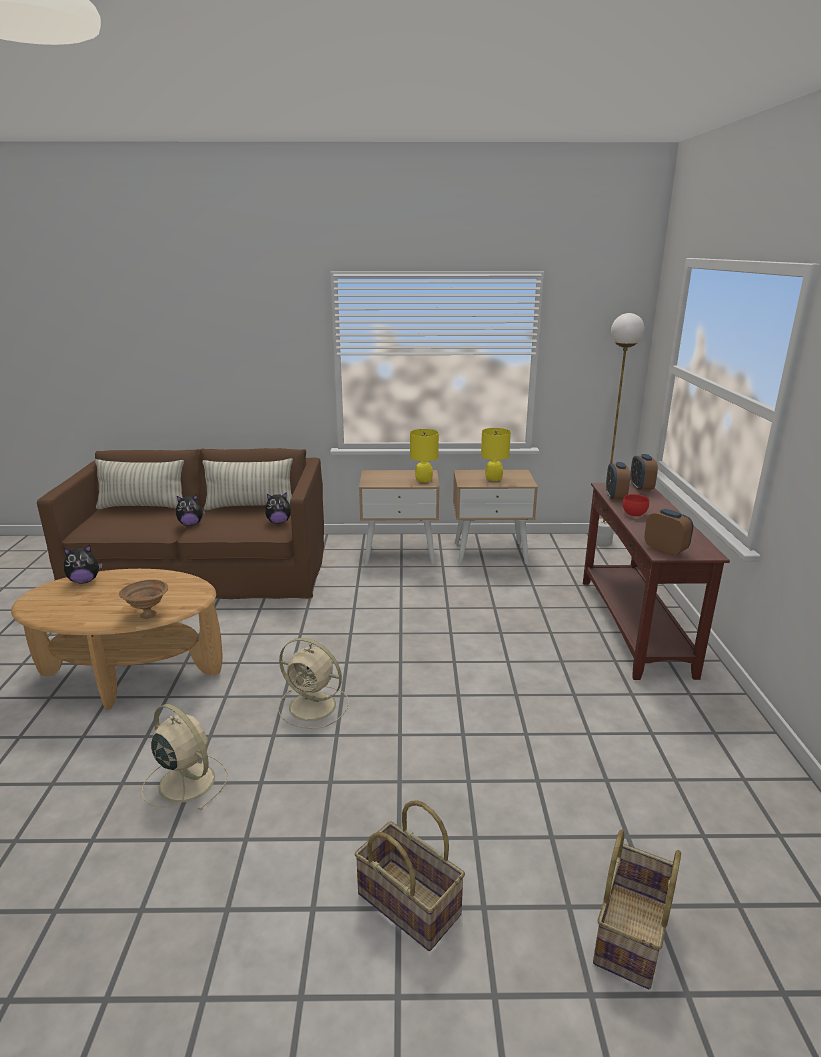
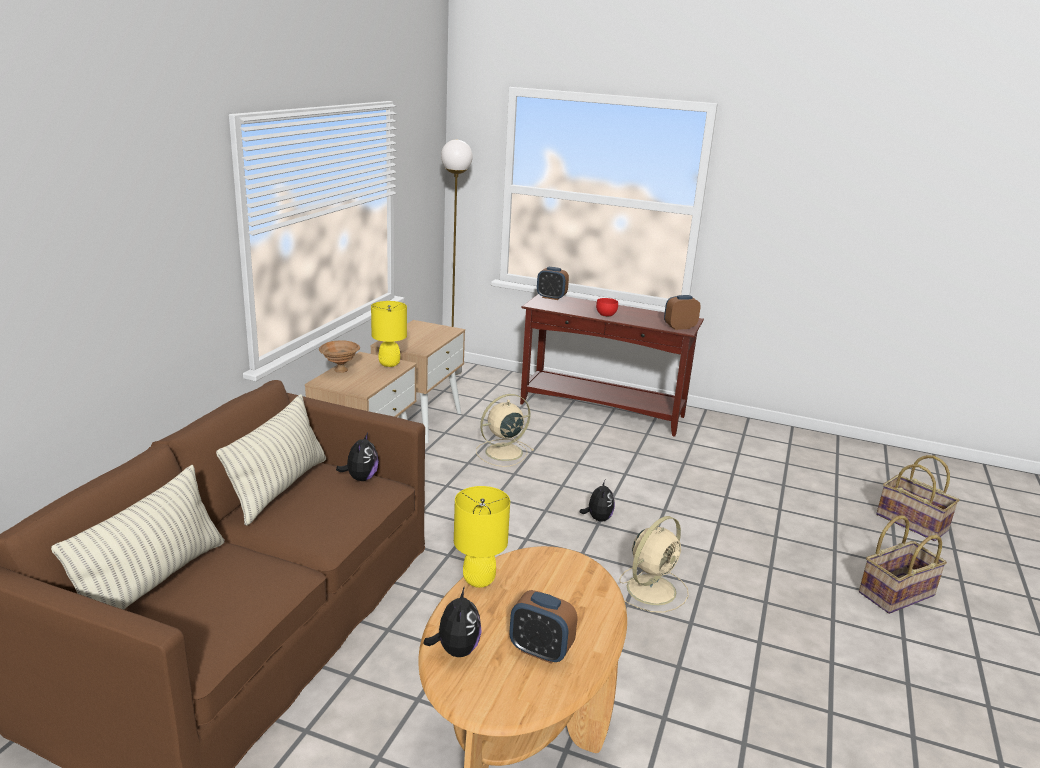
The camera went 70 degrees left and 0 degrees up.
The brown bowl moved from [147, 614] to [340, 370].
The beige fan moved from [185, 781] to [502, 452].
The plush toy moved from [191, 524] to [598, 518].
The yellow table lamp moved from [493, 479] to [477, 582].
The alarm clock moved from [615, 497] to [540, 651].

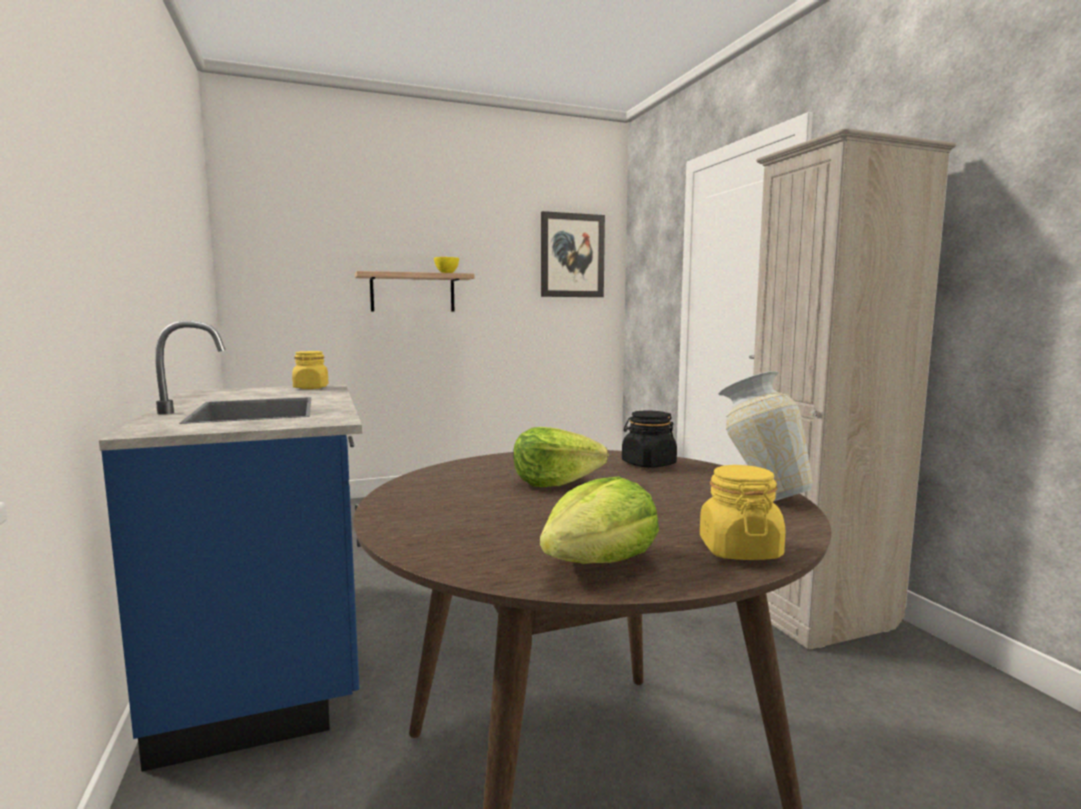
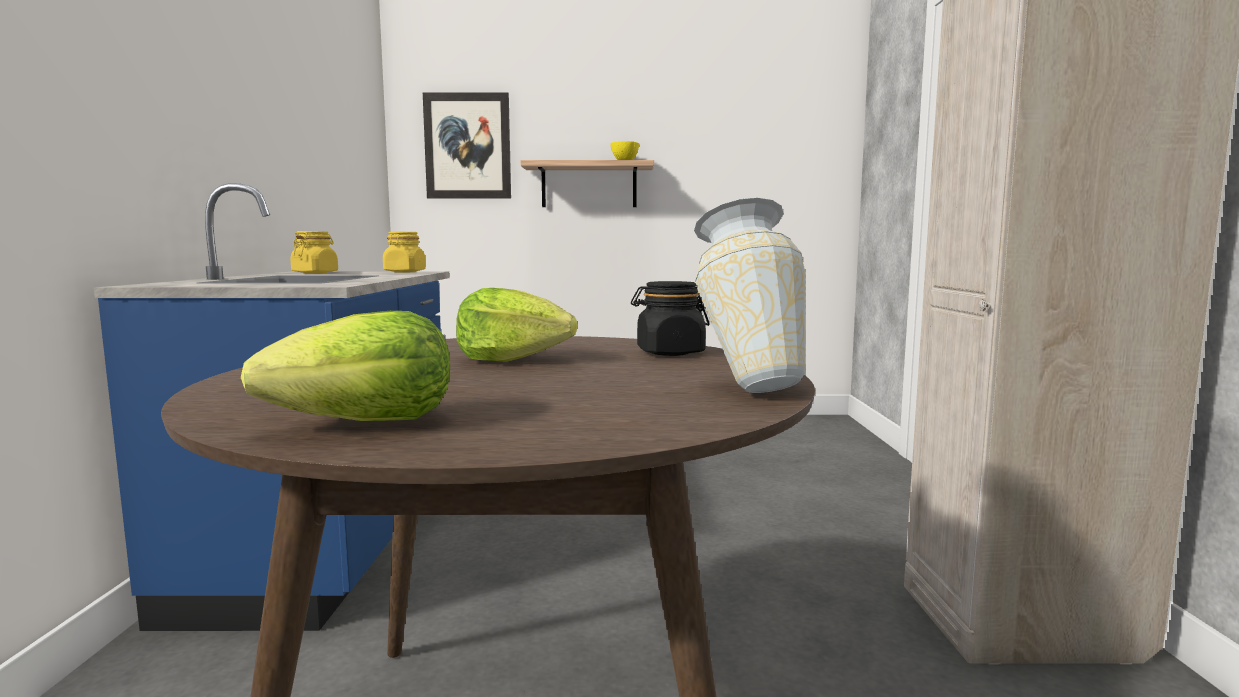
The camera went 20 degrees right and 0 degrees up.
The picture moved from [572, 255] to [468, 146].
The yellow jar moved from [739, 550] to [315, 273].

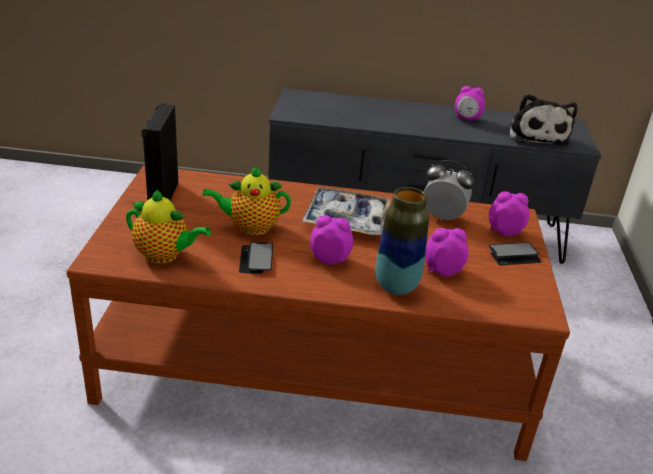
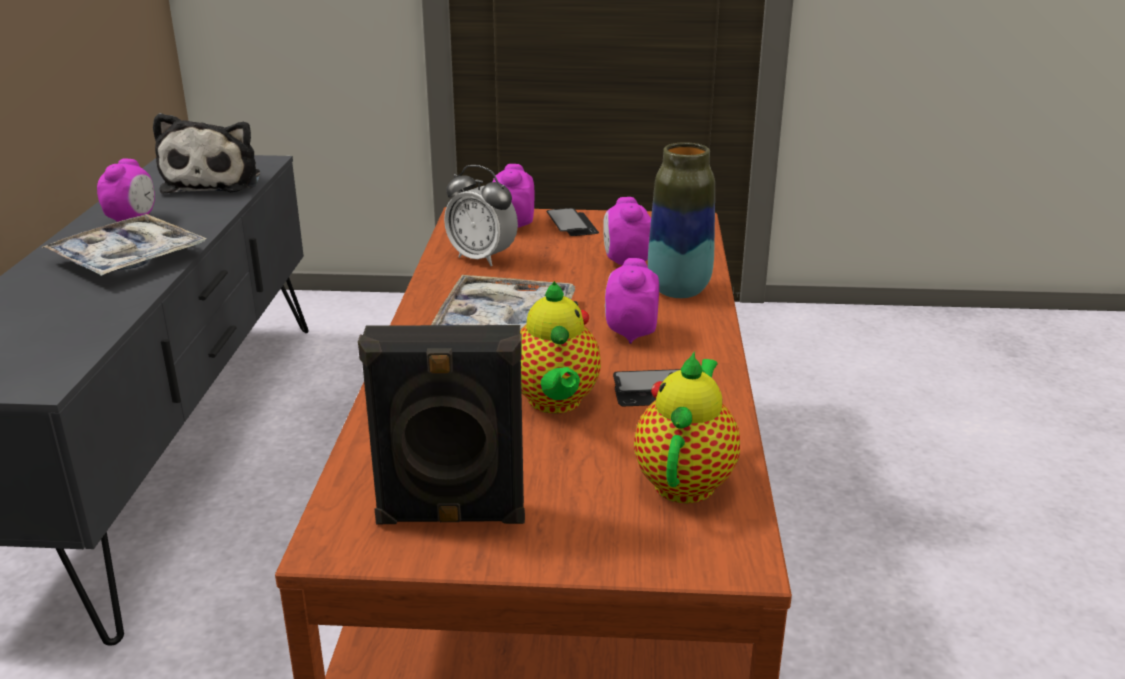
The camera went 90 degrees left and 5 degrees down.
The tray at [128, 259] appeared.
The alarm clock at [442, 217] turned 75 degrees counterclockwise.
The plush toy at [537, 135] turned 90 degrees clockwise.

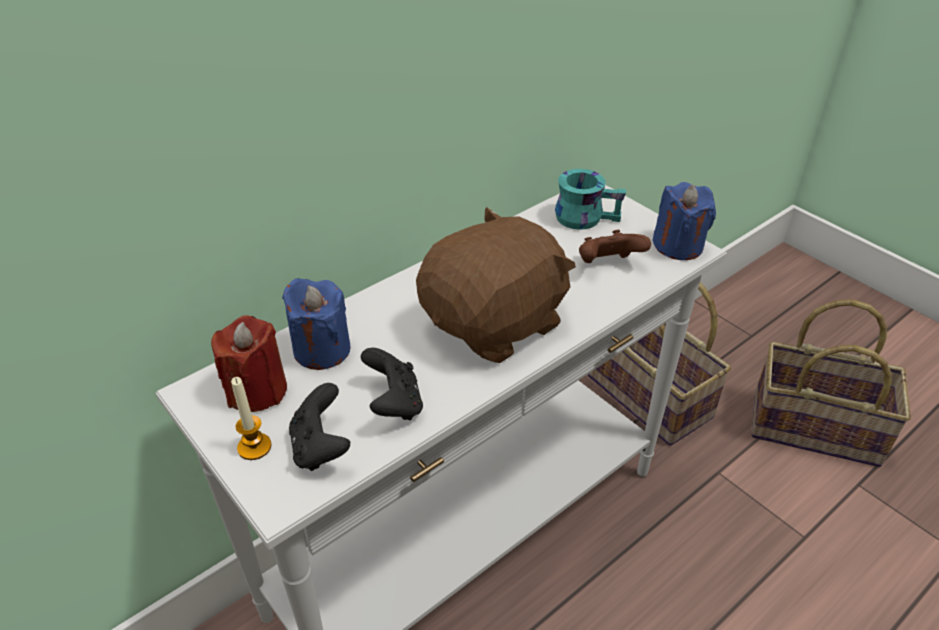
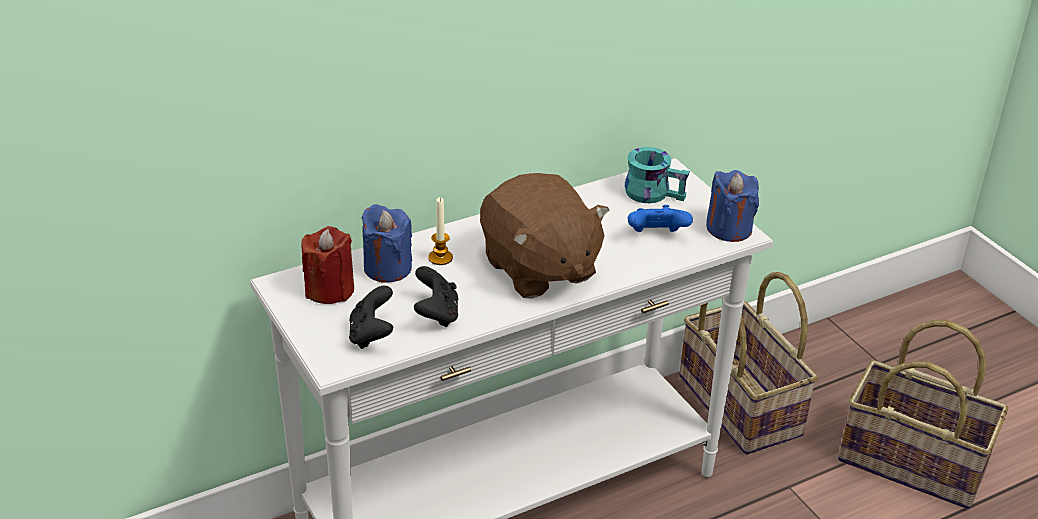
The camera went 10 degrees right and 5 degrees down.
The candle moved from [254, 447] to [440, 258].
The brown game controller at [608, 265] became the blue game controller at [656, 236].
The brown plush toy at [495, 324] turned 90 degrees clockwise.

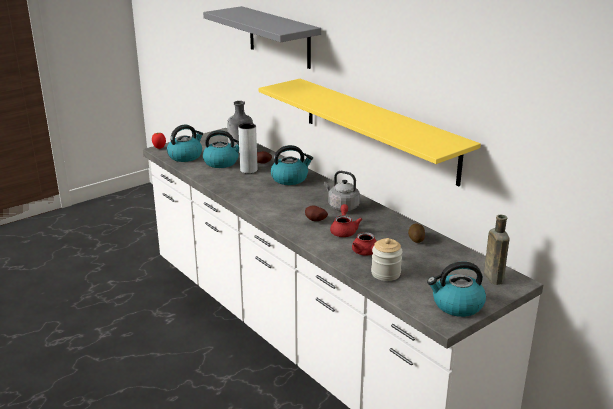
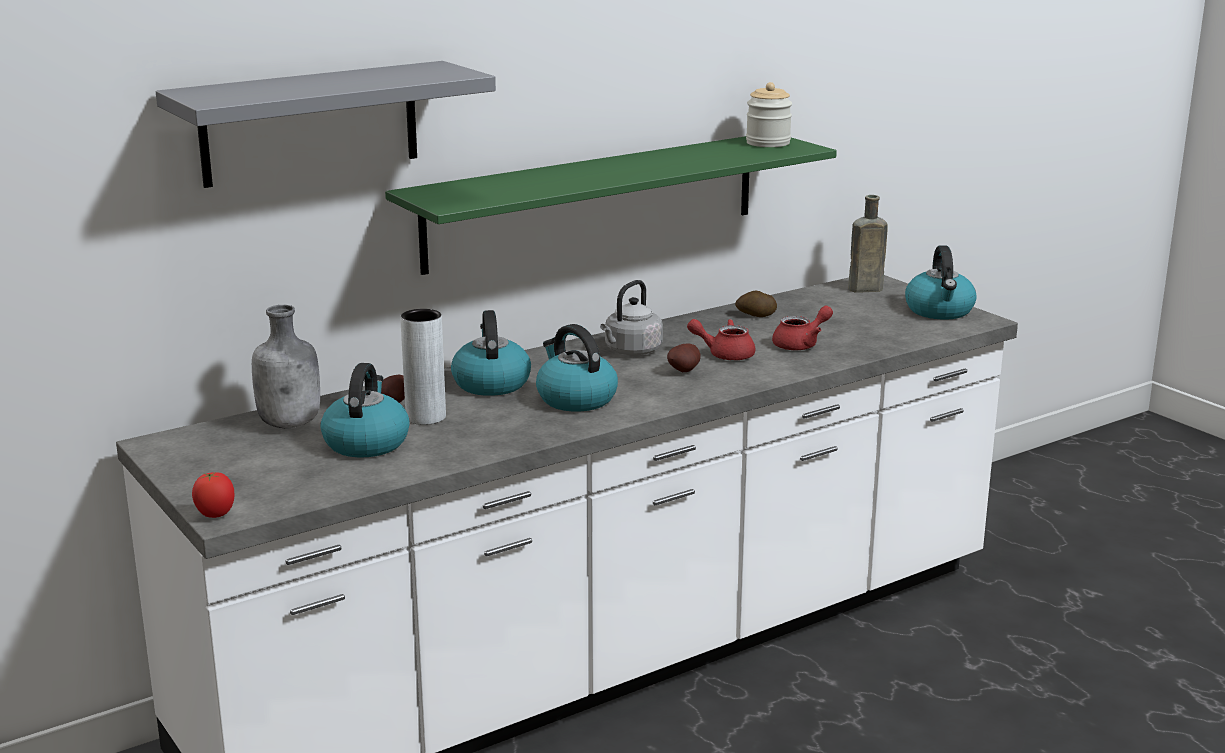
The camera went 85 degrees left and 5 degrees down.
The kettle moved from [185, 156] to [575, 399].
The jar moved from [385, 273] to [768, 143].
The yellow shelf at [378, 129] became the green shelf at [594, 200].

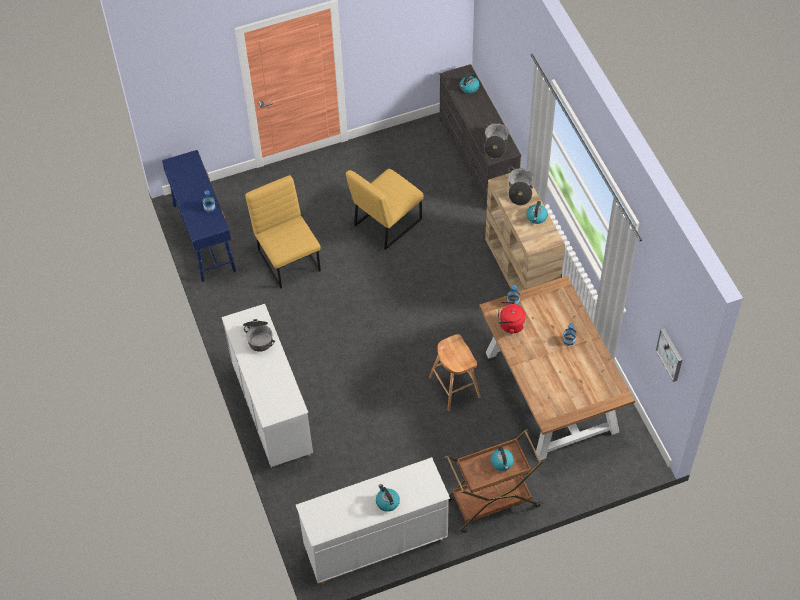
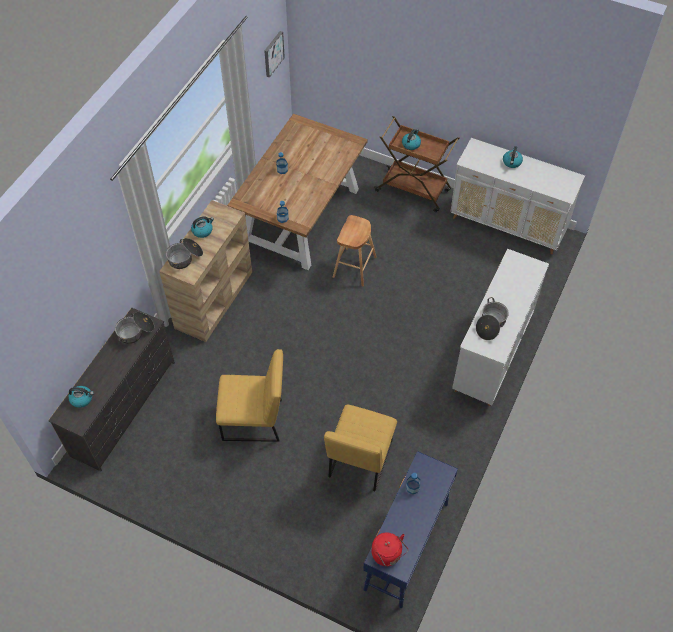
The camera went 135 degrees left and 0 degrees up.
The red kettle moved from [510, 325] to [388, 555].

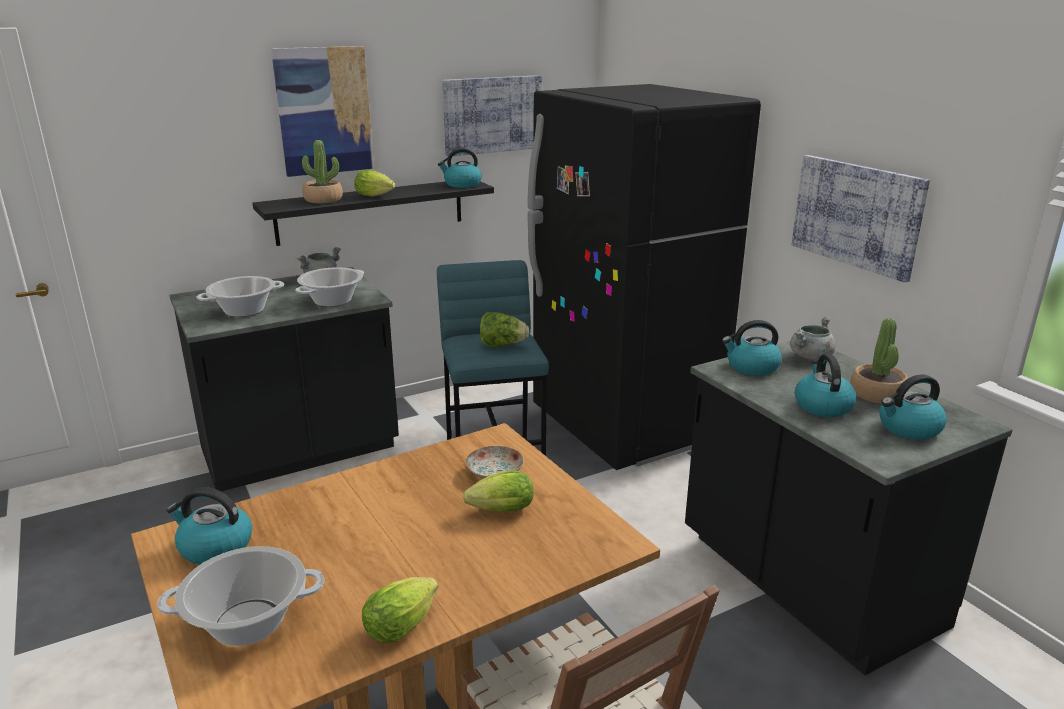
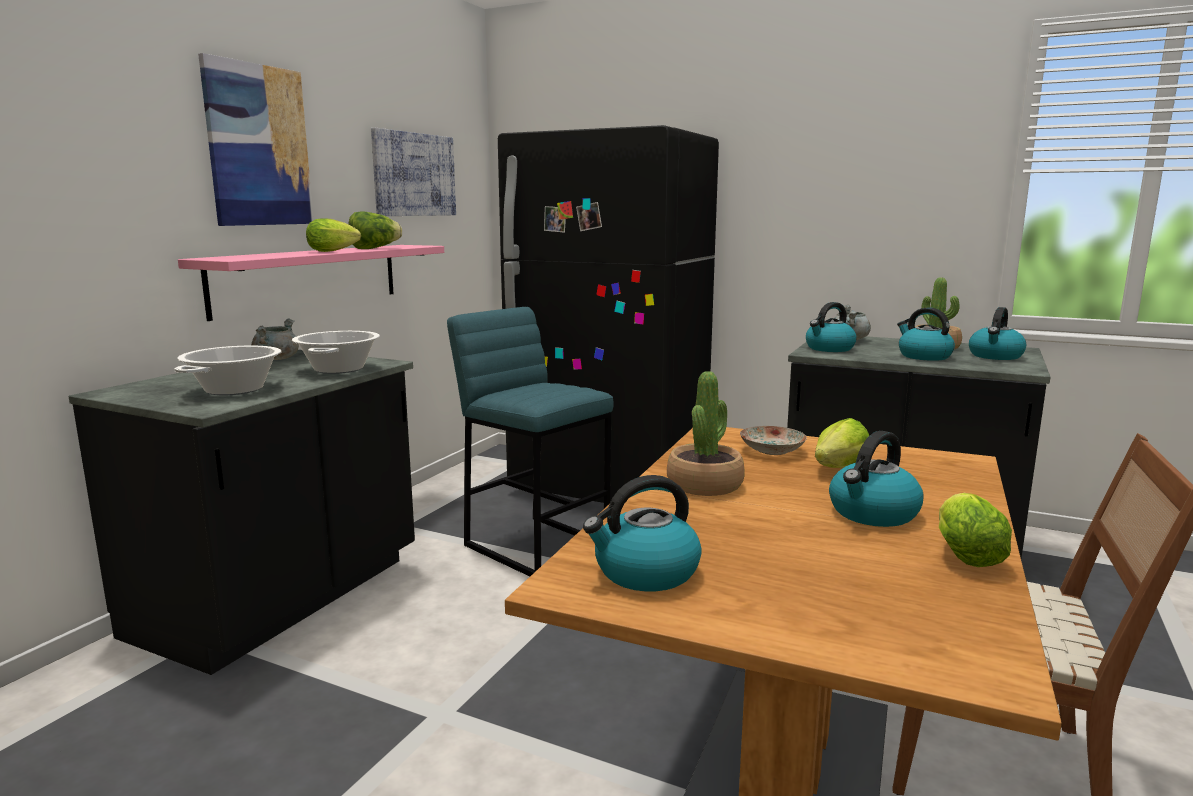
The camera went 35 degrees left and 10 degrees down.
The cooking pot at [248, 622] disappeared.
The picture at [856, 215] disappeared.
The potted plant moved from [323, 200] to [705, 485].
The kettle moved from [462, 184] to [873, 514].
The lettuce moved from [502, 345] to [374, 248].
The black shelf at [371, 211] became the pink shelf at [309, 278].

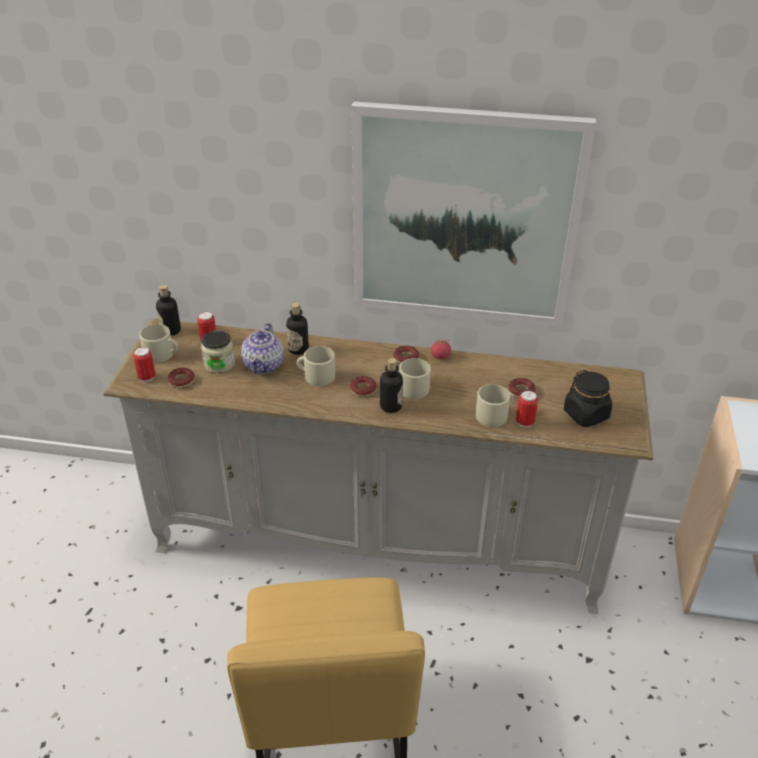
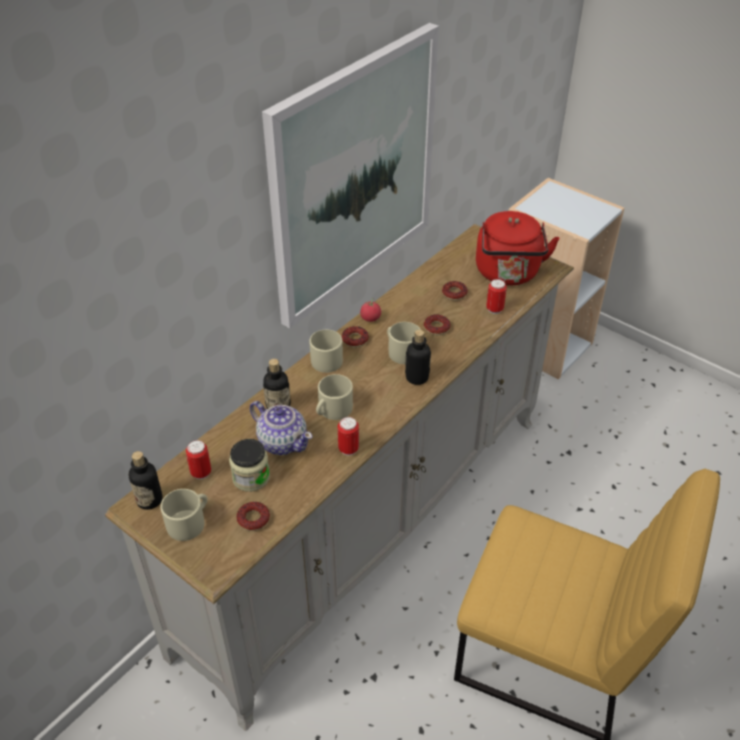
The camera went 60 degrees left and 5 degrees up.
The can moved from [147, 377] to [348, 449].
The donut moved from [363, 389] to [436, 328].
The beige mug moved from [495, 414] to [327, 358].
The black jar at [586, 415] was replaced by the red kettle at [508, 274].

